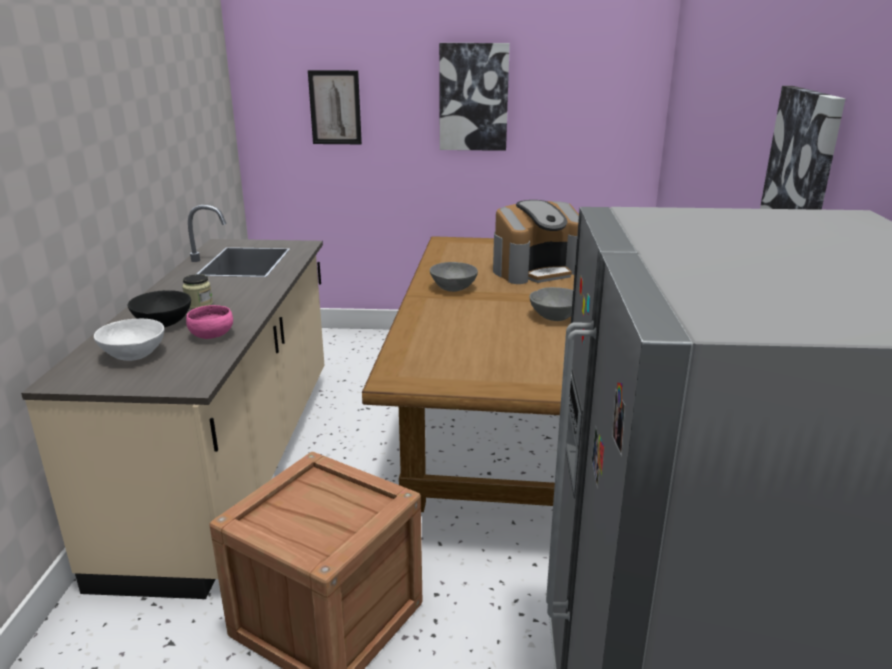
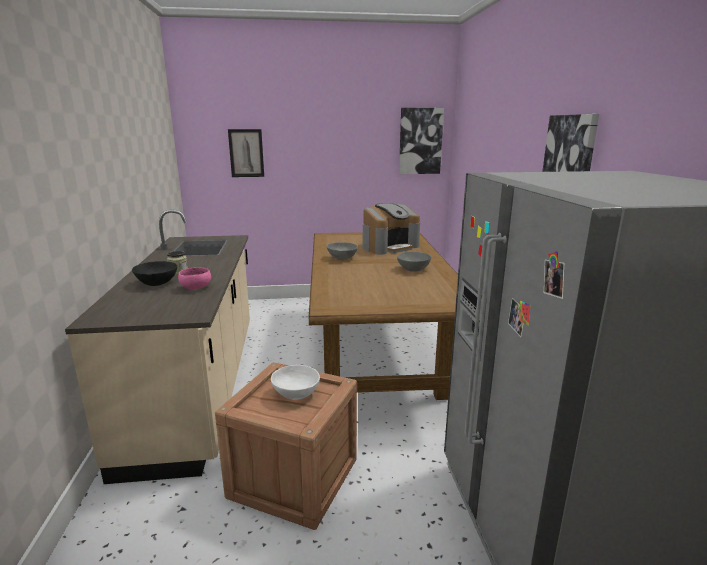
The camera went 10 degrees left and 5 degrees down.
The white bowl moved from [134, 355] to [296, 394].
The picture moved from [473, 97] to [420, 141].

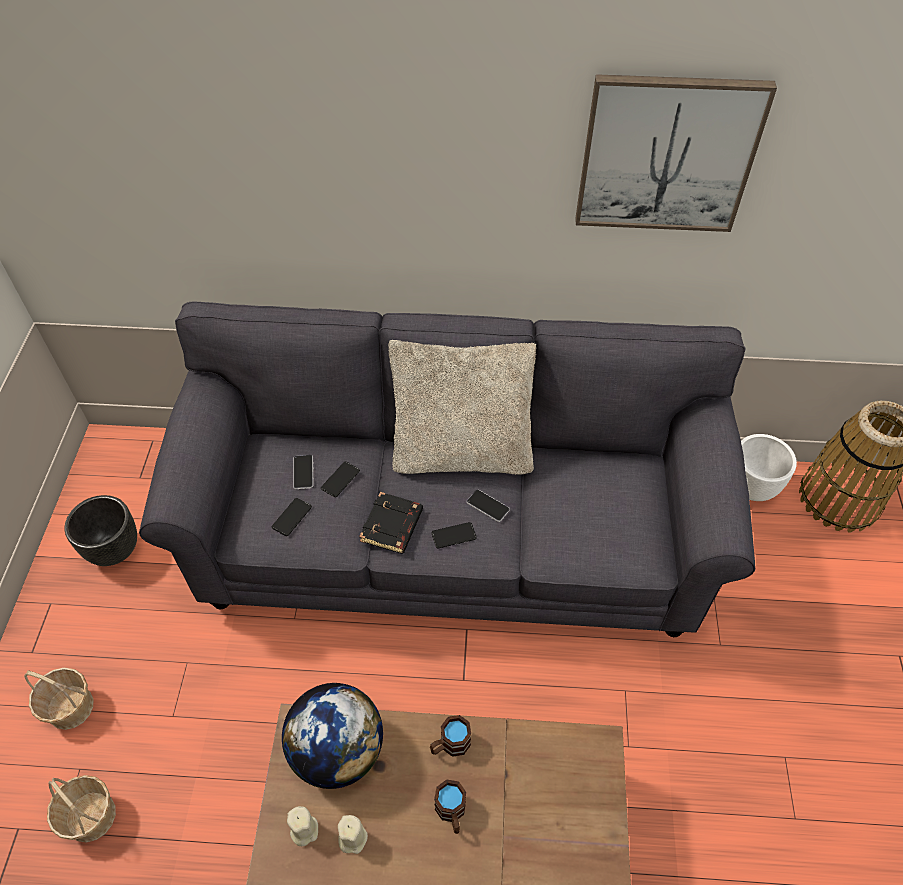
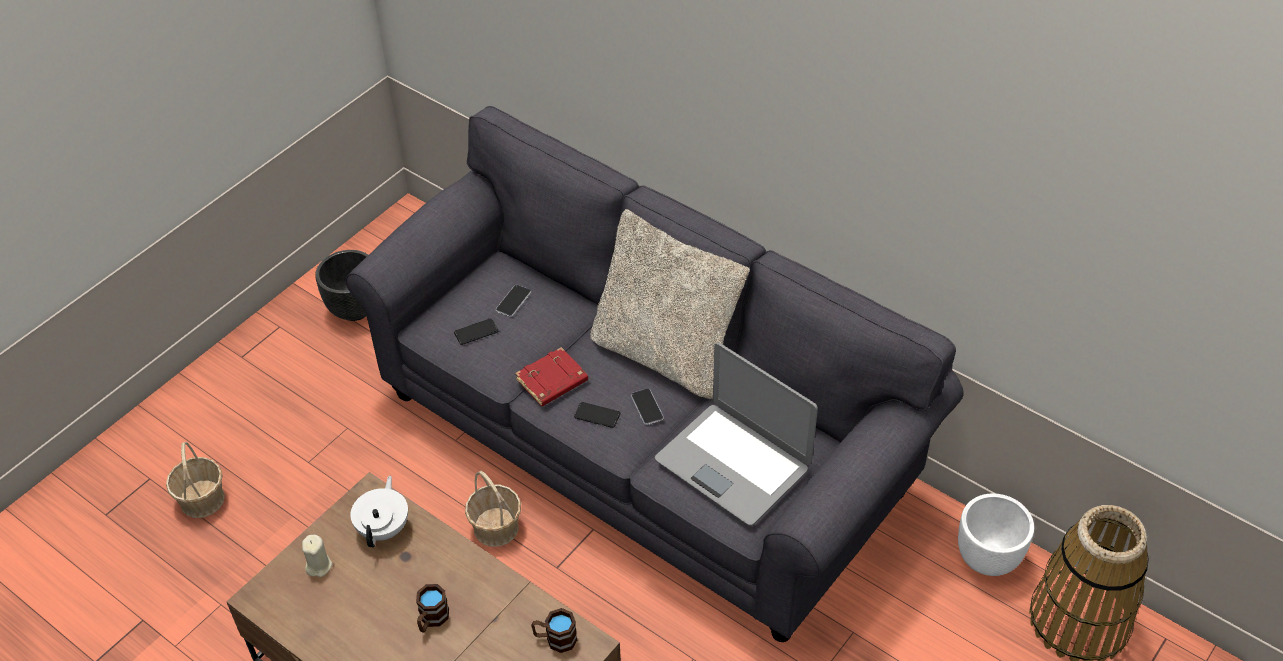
The camera went 35 degrees right and 5 degrees down.
The phone at [340, 479] disappeared.
The beige candle at [352, 837] disappeared.
The picture at [667, 154] disappeared.
The laptop at [733, 464] appeared.
The basket moved from [70, 707] to [496, 528].
The brown mug moved from [449, 745] to [555, 639].
The globe at [338, 750] was replaced by the white teapot at [384, 528].
The black book at [392, 526] became the red book at [552, 382].

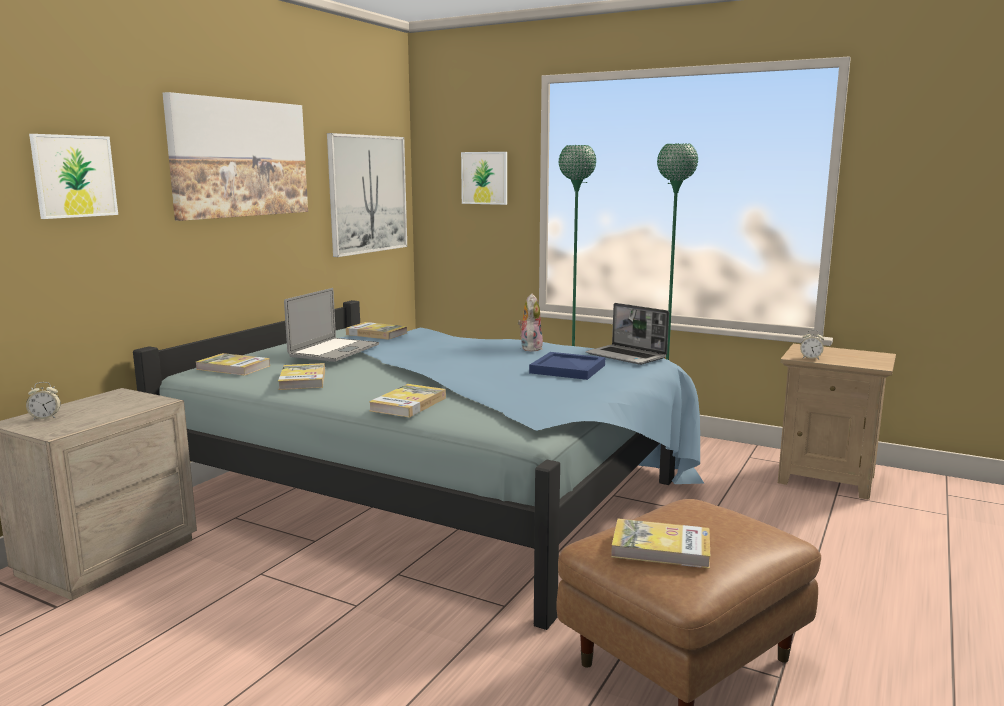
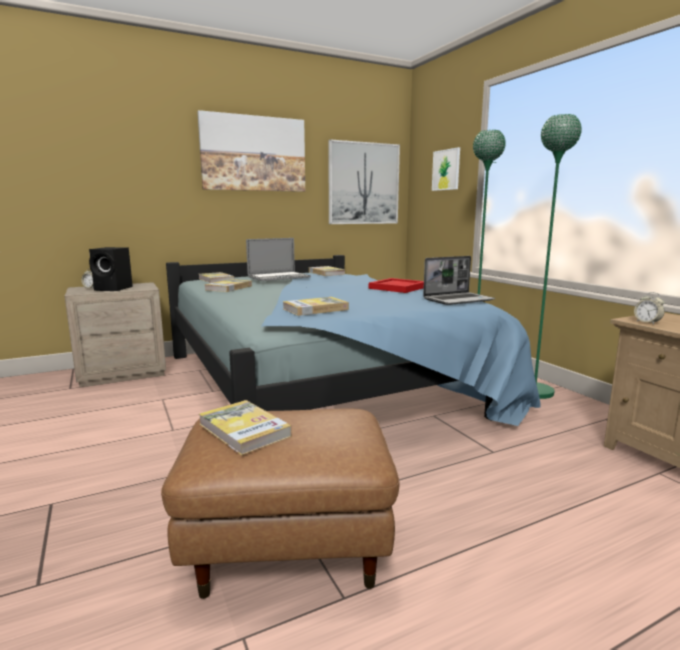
The camera went 35 degrees right and 0 degrees up.
The picture at [74, 176] disappeared.
The blue tray at [566, 369] disappeared.
The black speaker at [114, 289] appeared.
The book moved from [408, 404] to [315, 309].
The plush toy at [530, 348] was replaced by the red tray at [398, 288].
The laptop at [627, 356] turned 105 degrees counterclockwise.

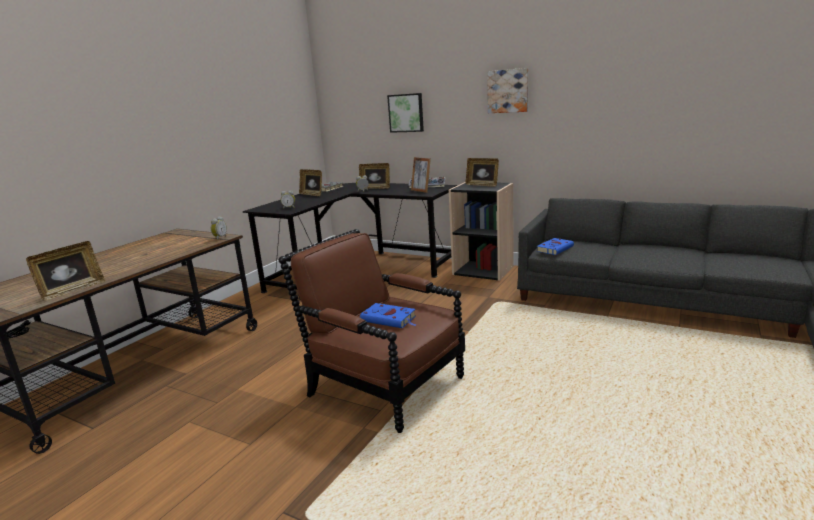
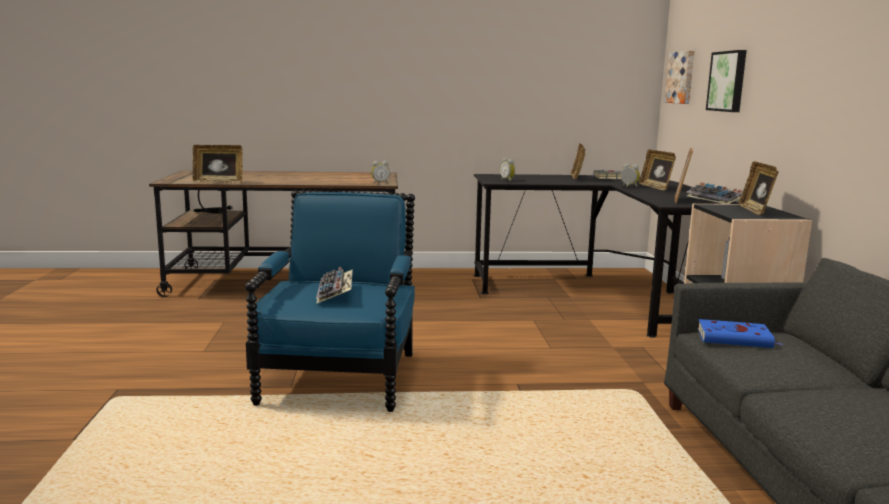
The camera went 55 degrees right and 5 degrees down.
The picture moved from [508, 91] to [681, 77].
The blue book at [390, 319] was replaced by the keyboard at [335, 293].
The brown armchair at [382, 384] became the blue armchair at [341, 375].

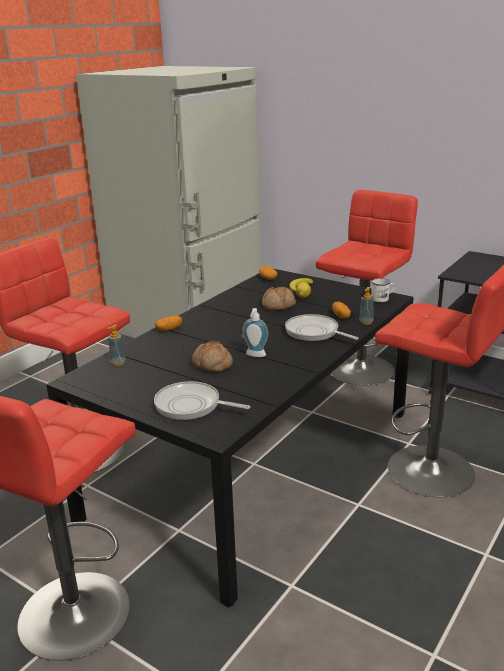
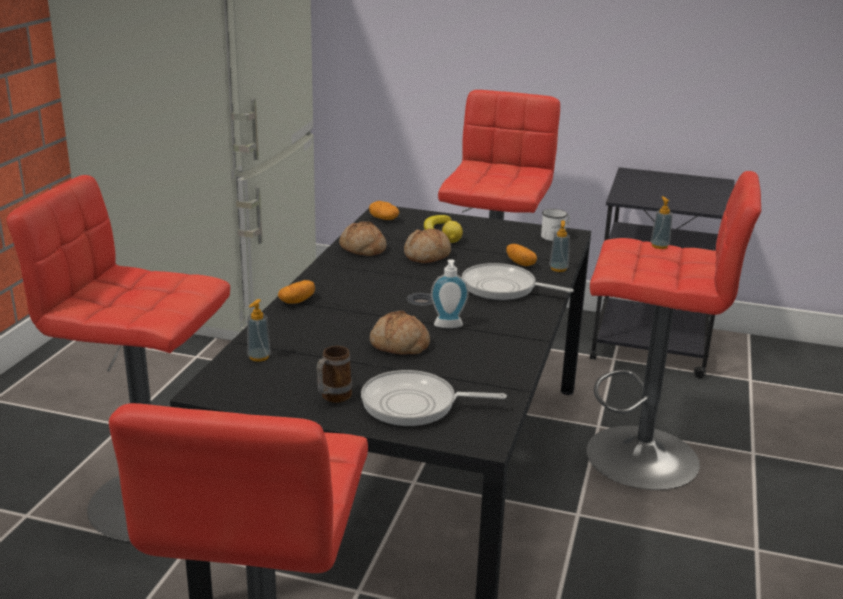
The camera went 20 degrees left and 0 degrees up.
The mug at [332, 398] appeared.
The bread at [362, 249] appeared.
The soap dispenser at [659, 246] appeared.

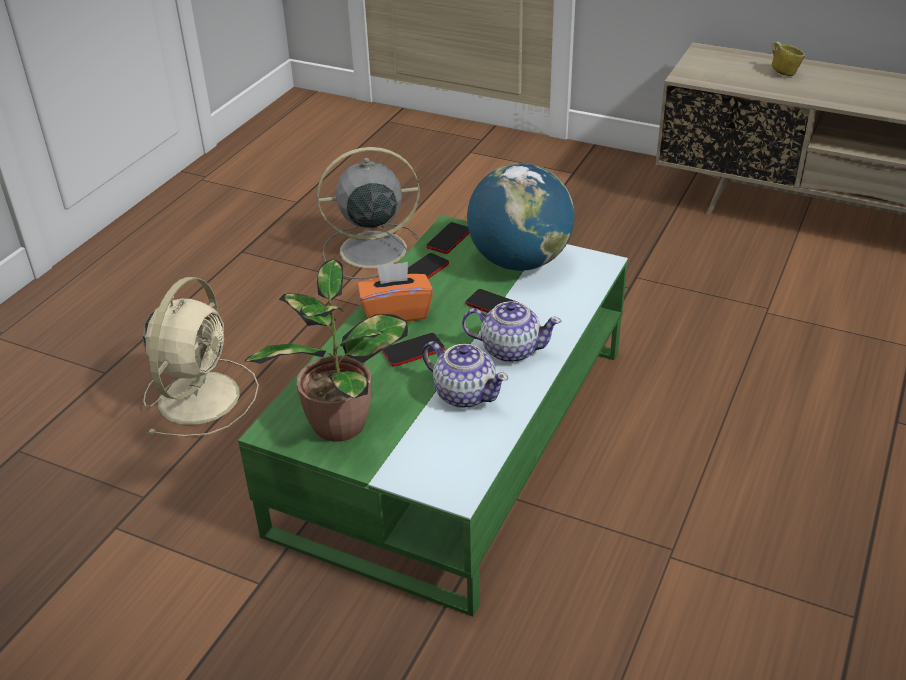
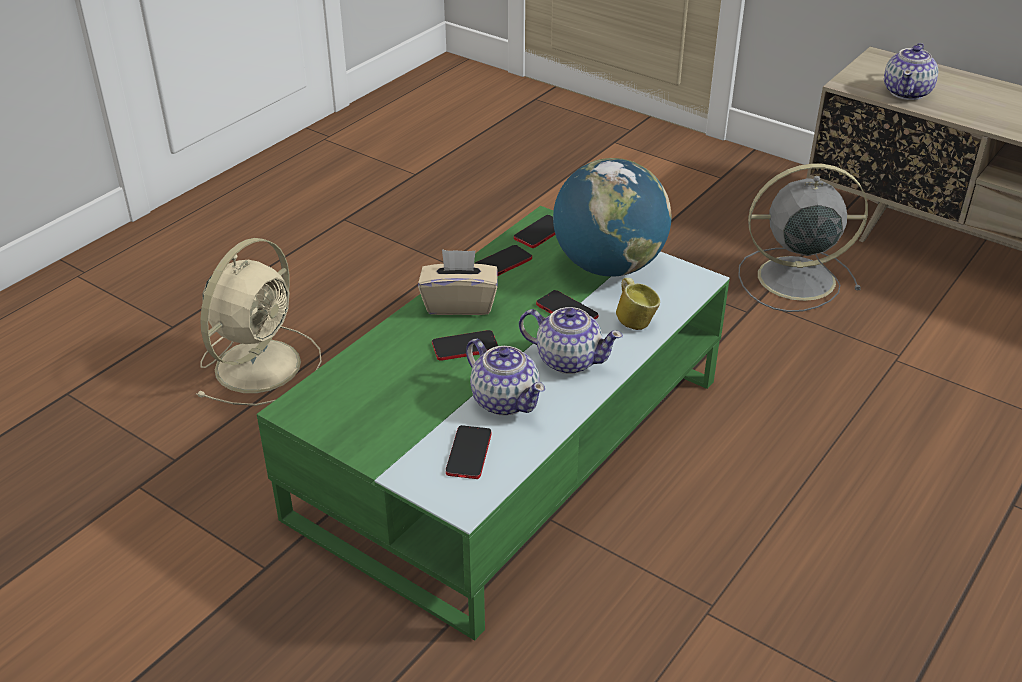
The camera went 10 degrees right and 0 degrees up.
The potted plant at [339, 421] disappeared.
The phone at [469, 453] appeared.
The teapot at [907, 92] appeared.
The grey fan moved from [370, 250] to [792, 278].
The mug moved from [783, 72] to [634, 320].
The orange tissue box at [396, 313] became the beige tissue box at [459, 304].

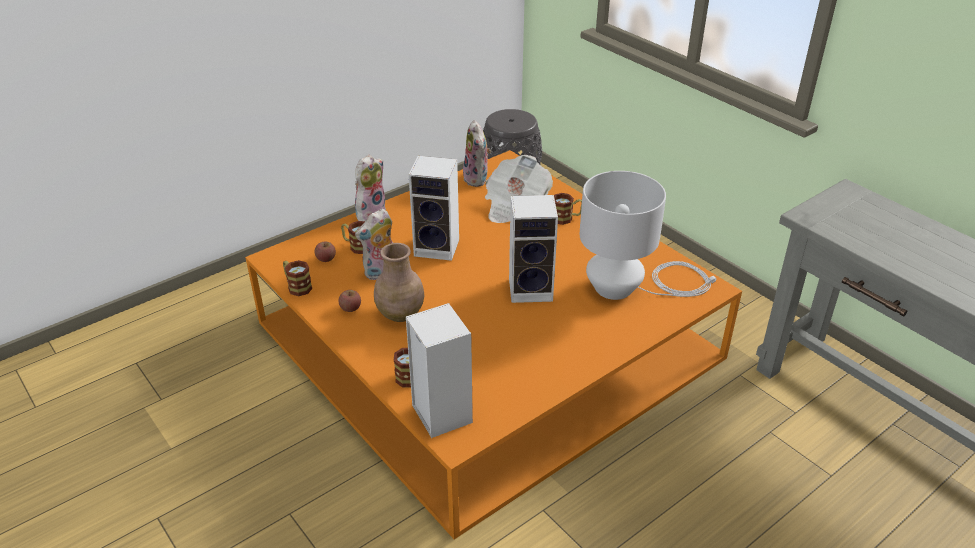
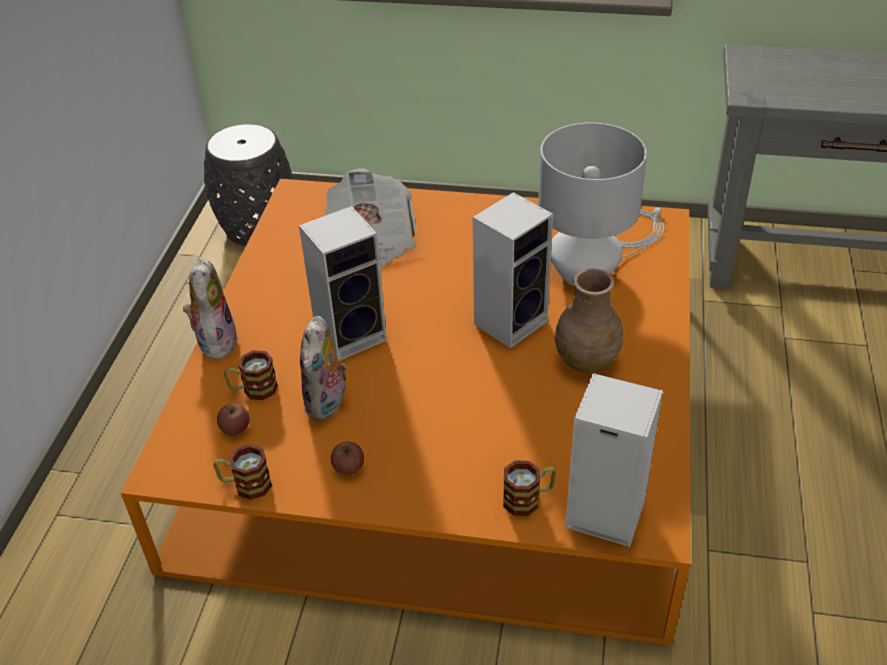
The camera went 40 degrees left and 5 degrees up.
The plush toy at [477, 179] disappeared.
The mug at [566, 218] disappeared.
The brown vase moved from [401, 314] to [587, 360].

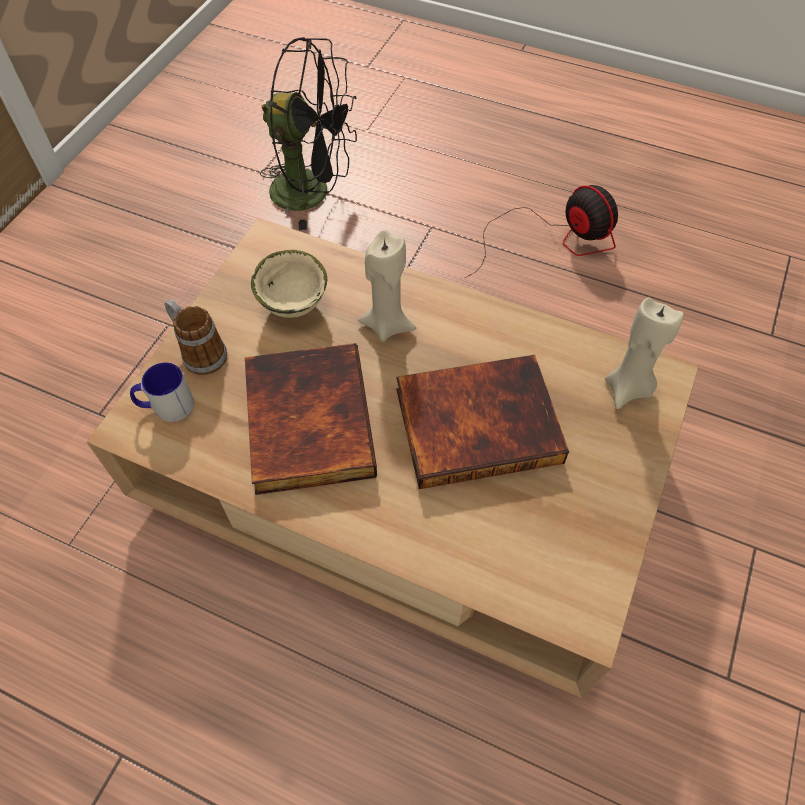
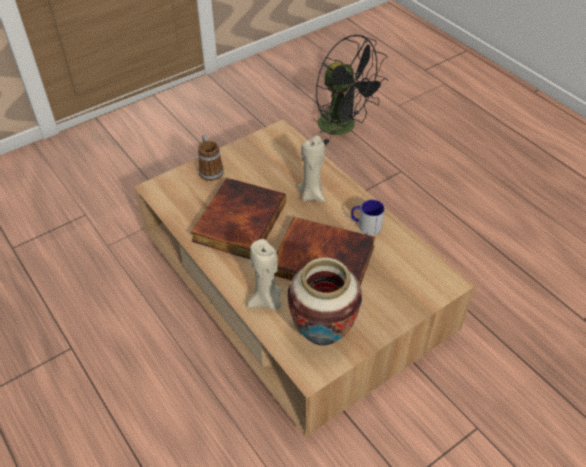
The camera went 30 degrees right and 10 degrees down.
The beige bowl at [295, 305] disappeared.
The fan at [554, 239] disappeared.
The vase at [321, 336] appeared.
The mug moved from [166, 406] to [365, 225].
The beige candle moved from [628, 389] to [266, 301].

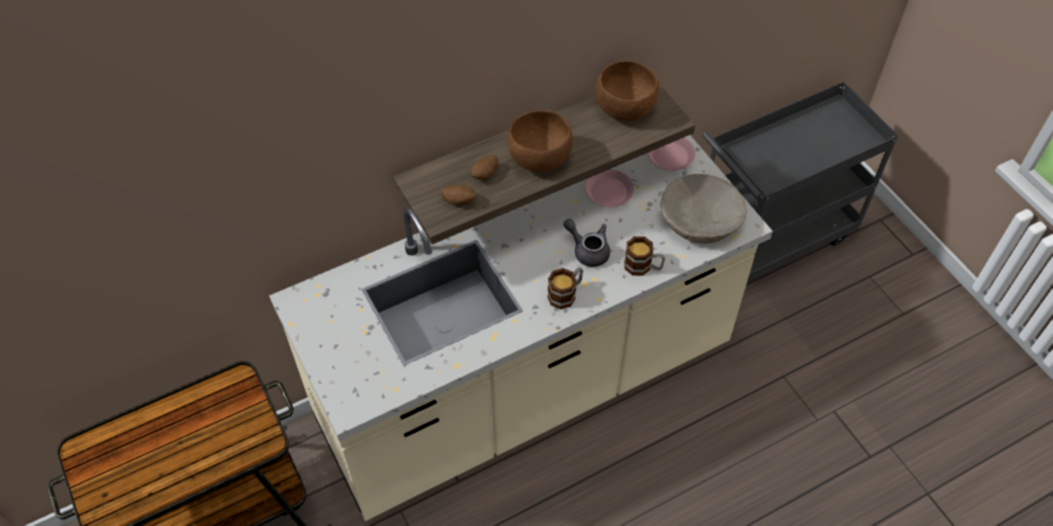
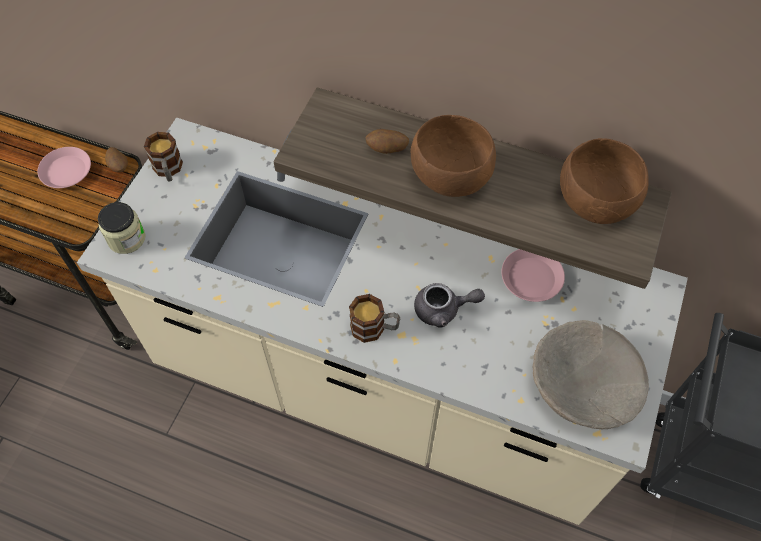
The camera went 50 degrees right and 5 degrees up.
The jar at [126, 238] appeared.
The potato moved from [459, 201] to [119, 166].
The mug moved from [643, 267] to [168, 170].
The pink plate moved from [670, 156] to [66, 171].
The grey teapot at [588, 250] turned 90 degrees clockwise.

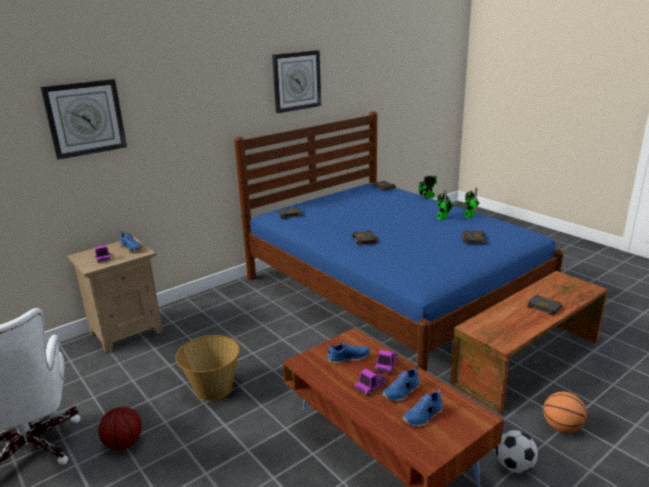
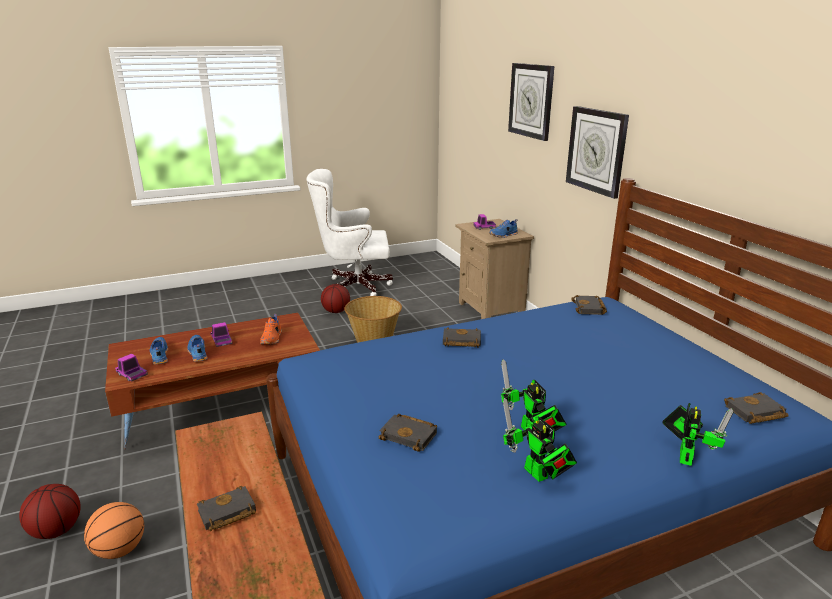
The camera went 105 degrees right and 0 degrees up.
The football at [514, 466] disappeared.
The basketball at [56, 530] appeared.
The wall clock moved from [296, 81] to [596, 150].
The toy truck moved from [386, 365] to [132, 375].
The blue shoe at [348, 358] became the orange shoe at [272, 338].

